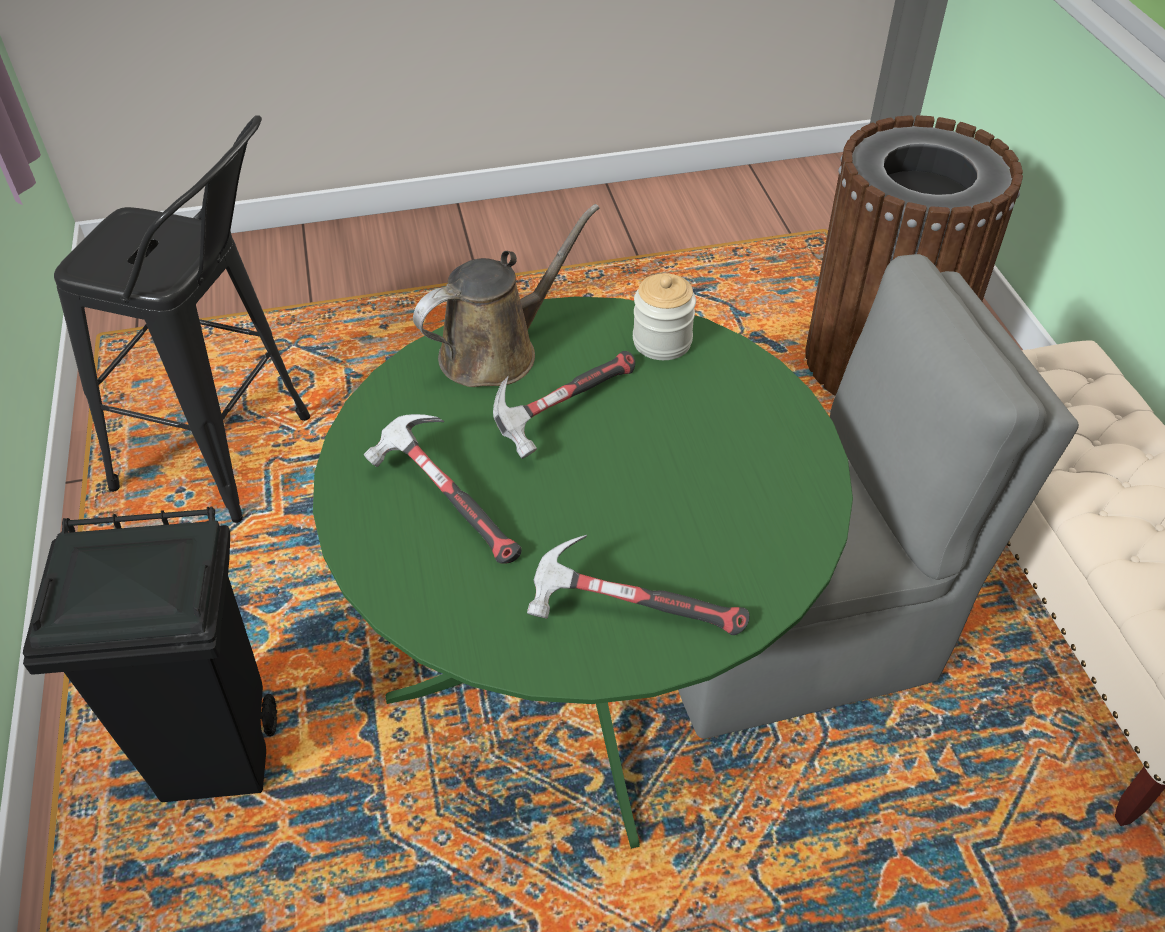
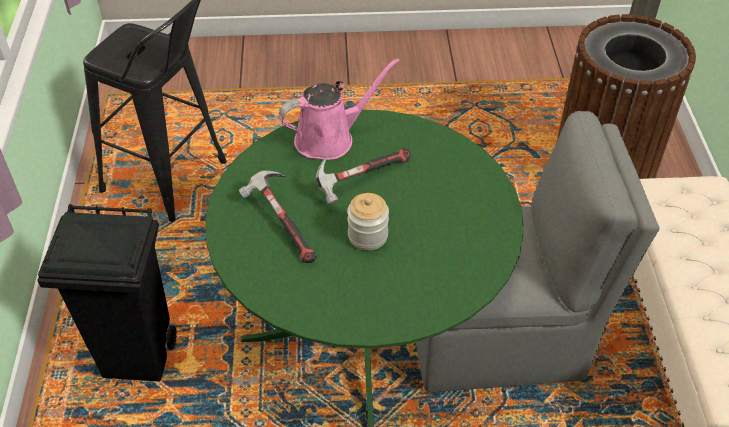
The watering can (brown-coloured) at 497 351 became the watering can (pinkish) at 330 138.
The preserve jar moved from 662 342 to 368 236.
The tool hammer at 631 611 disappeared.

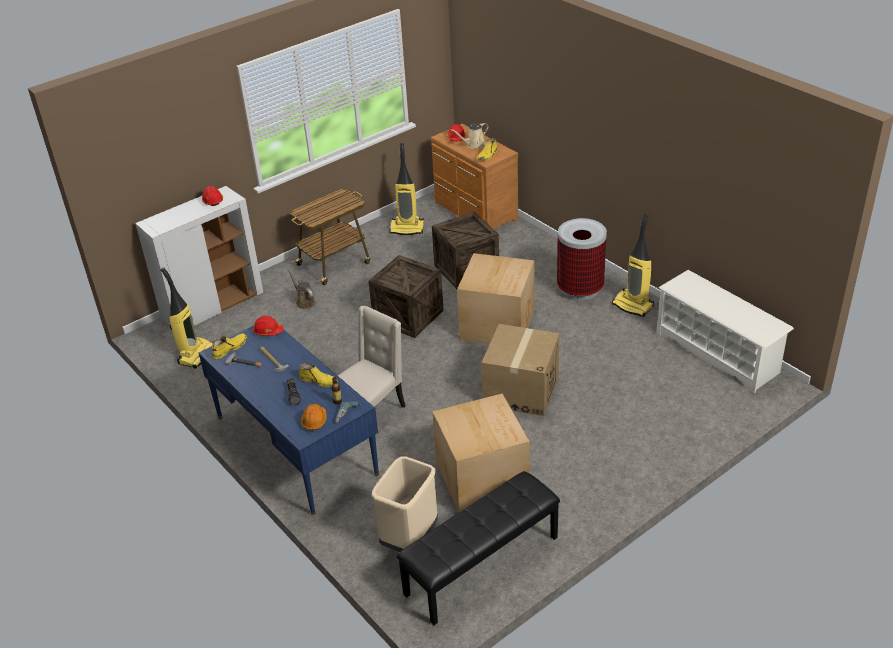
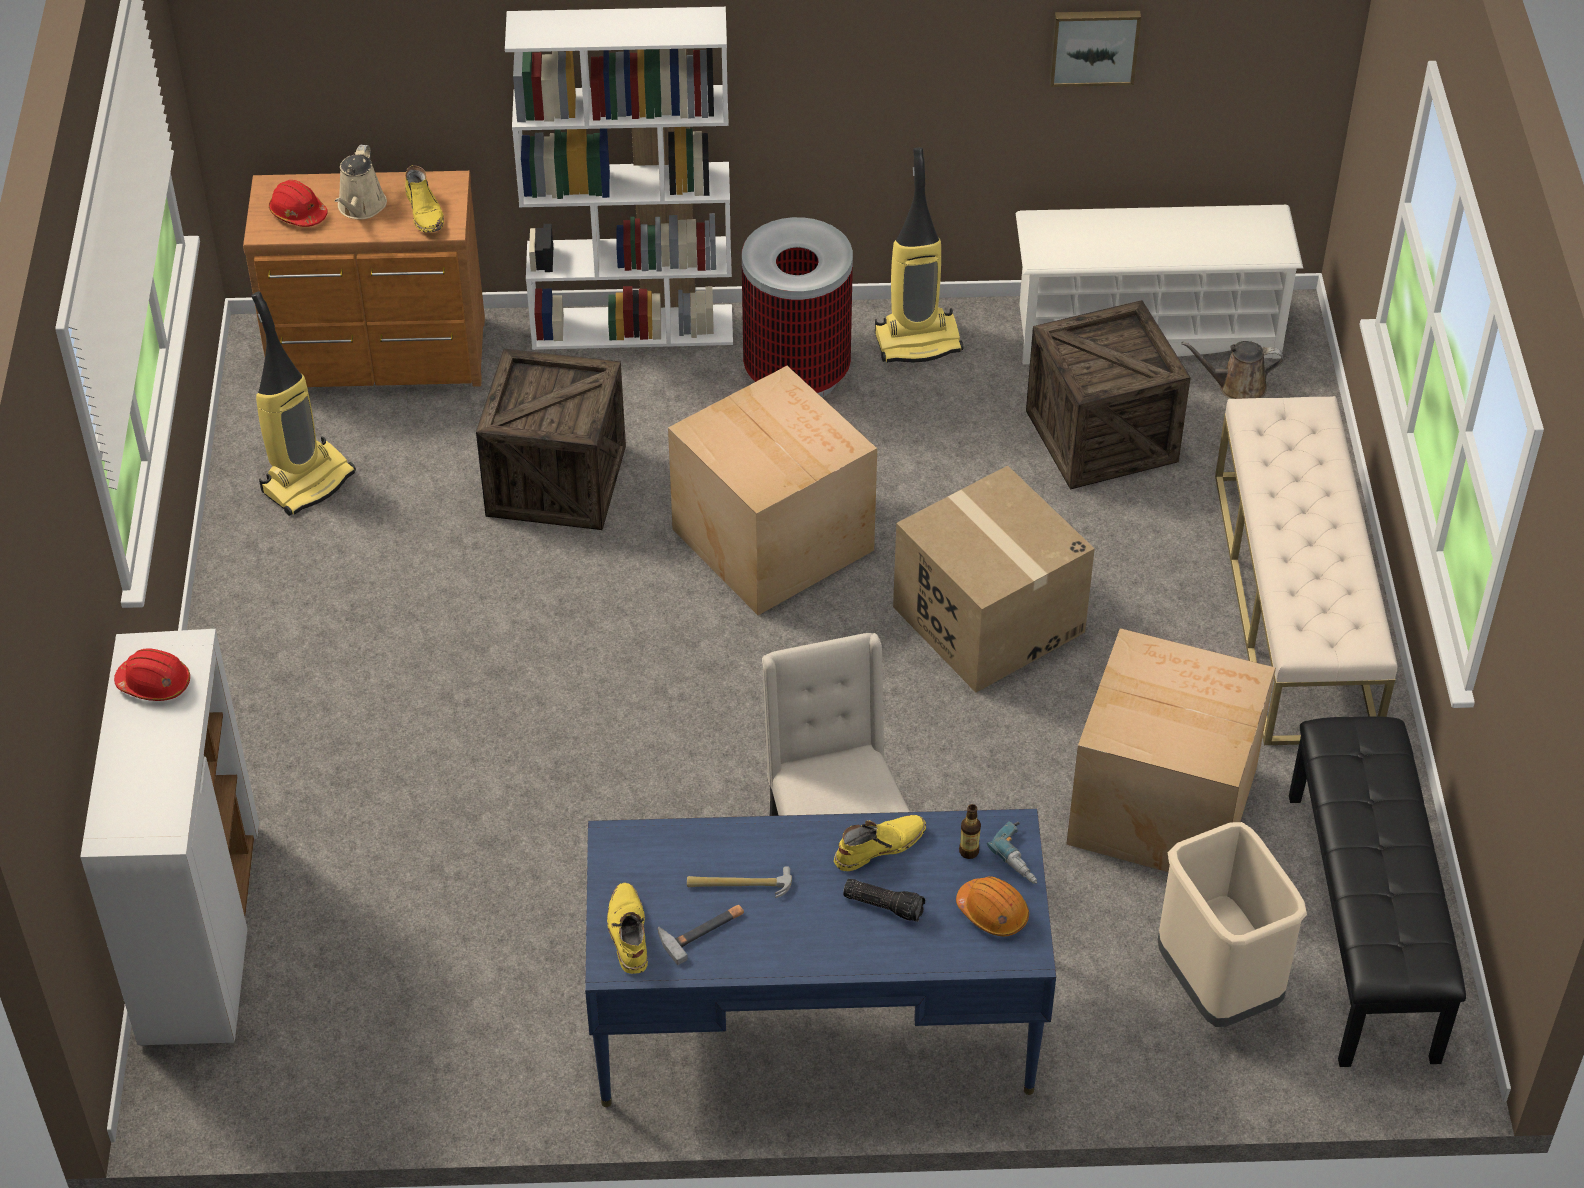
The bookshelf (whitish) at 633 327 appeared.
The crate moved from 408 316 to 1101 436.
The wall art at 1094 45 appeared.
The watering can (brown-coloured) moved from 304 301 to 1237 387.
The bench (sand-coloured) at 1294 604 appeared.
The vacuum at 196 355 disappeared.
The work helmet (red-coloured) at 268 331 disappeared.
The trolley at 335 263 disappeared.

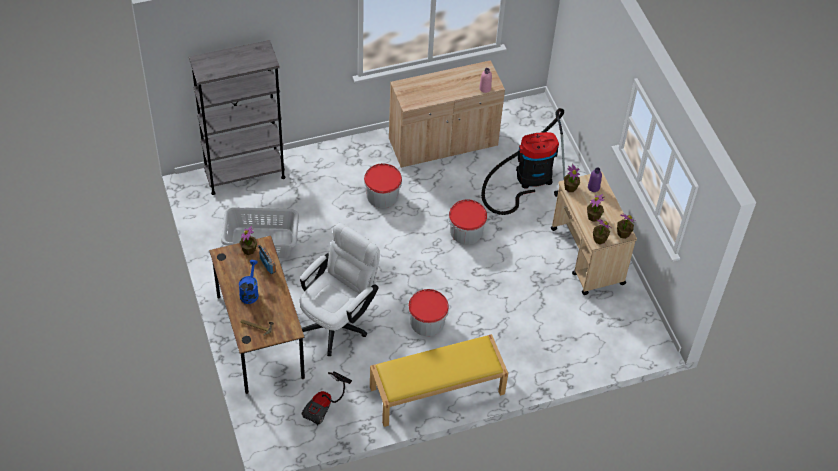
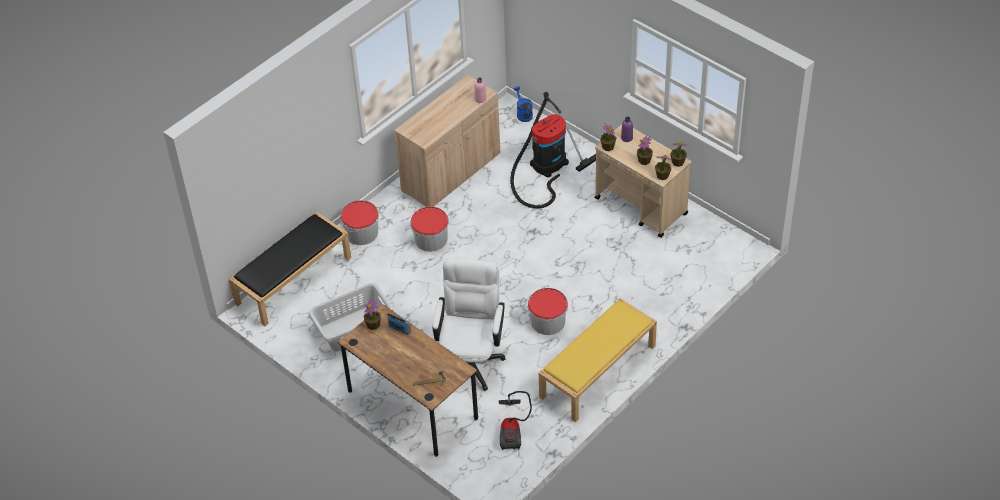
The bookshelf (grey) at 245 174 was replaced by the bench (blackish) at 293 279.
The bucket moved from 466 231 to 362 233.
The watering can (blue) moved from 249 292 to 523 114.

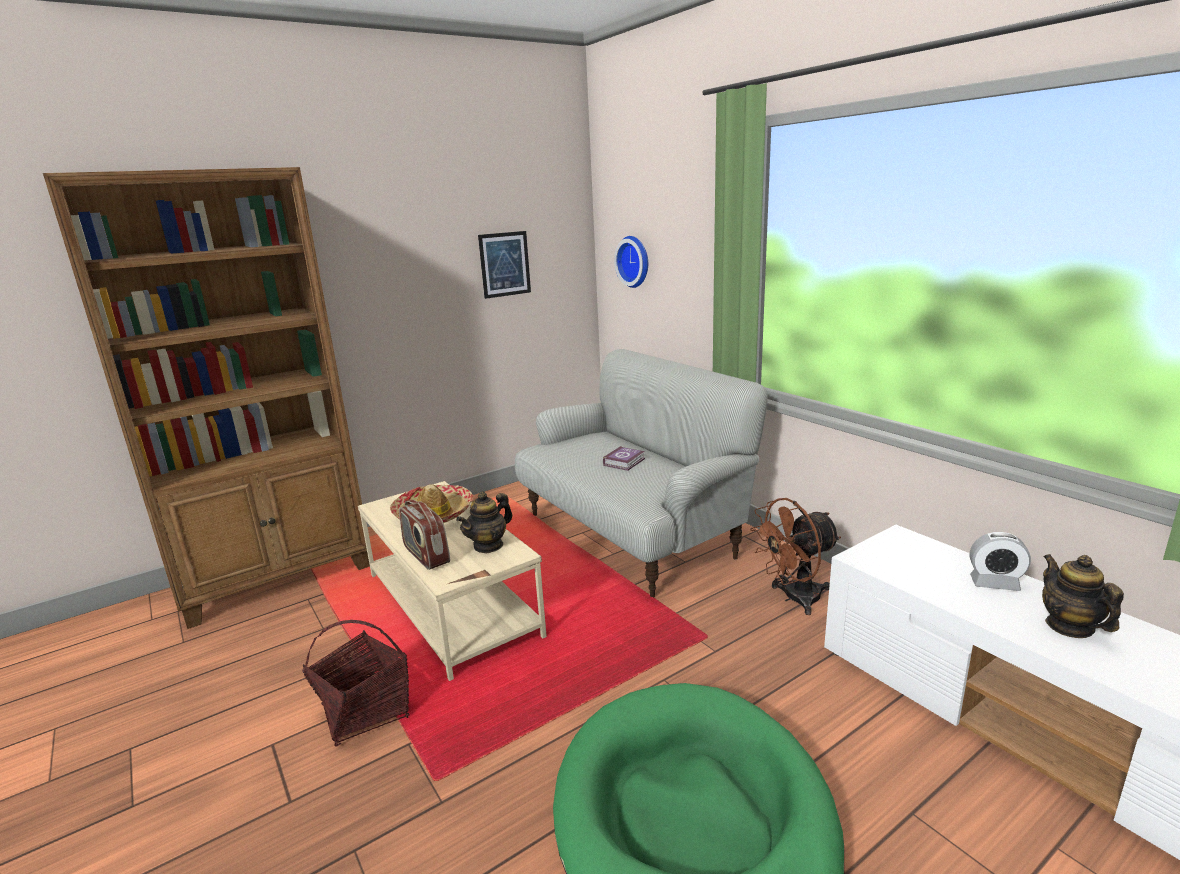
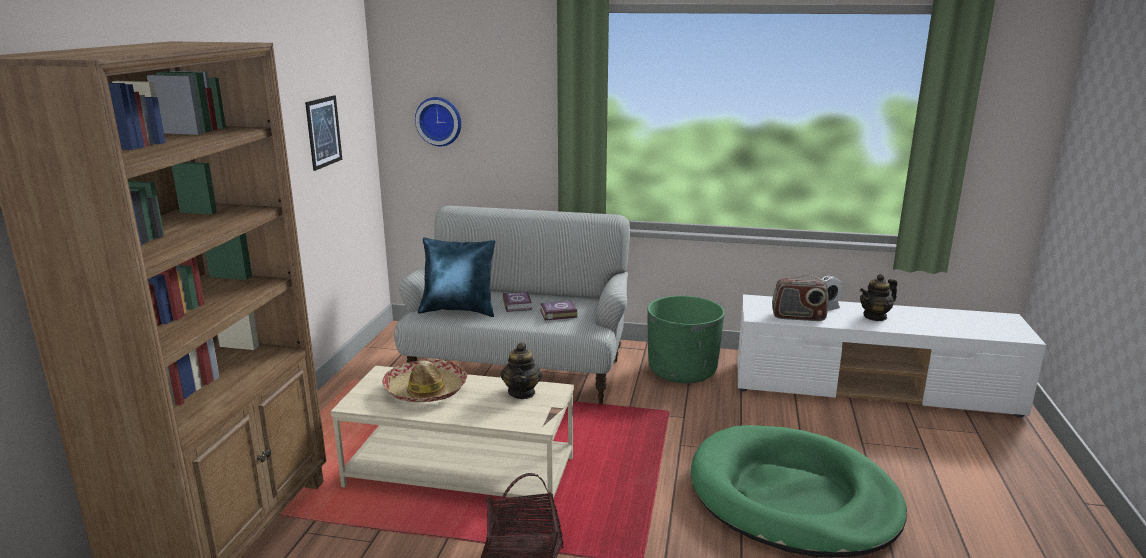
The pillow (blue) at 459 310 appeared.
The bound book at 557 313 appeared.
The fan (brown-coloured) at 794 598 was replaced by the plant pot (green) at 682 371.
The radio set moved from 426 555 to 798 317.
The tea pot at 1069 626 turned 60 degrees counterclockwise.

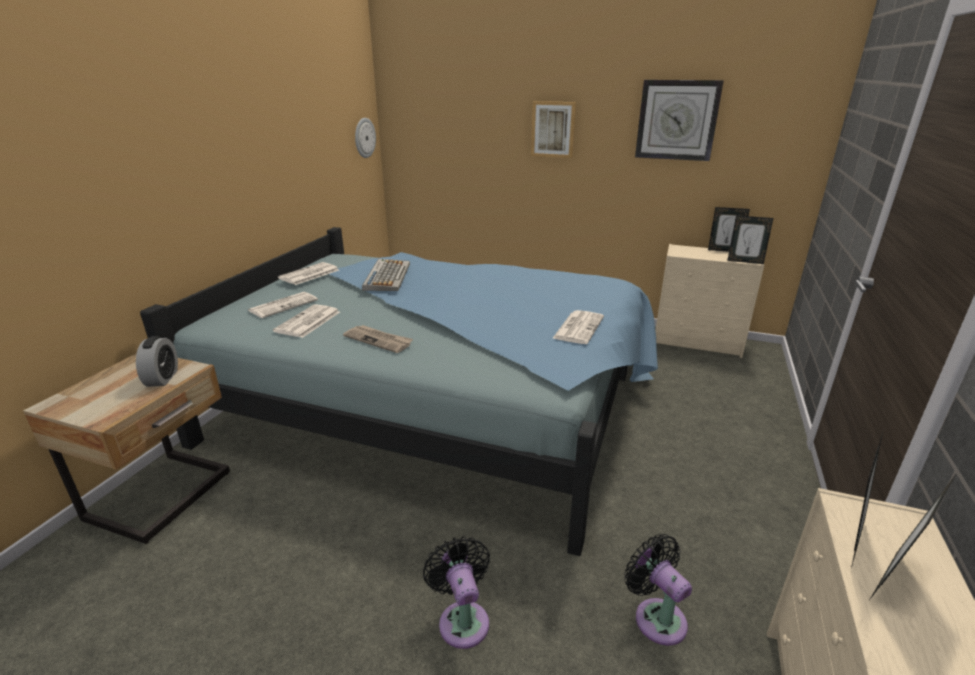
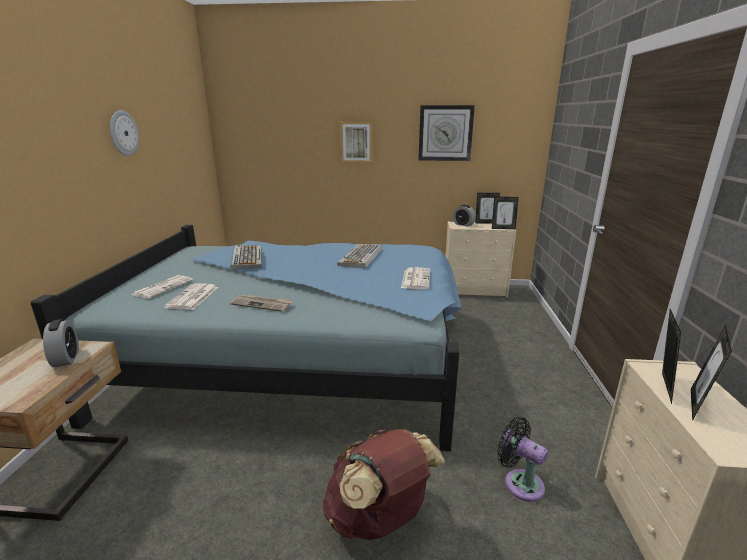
The hanging clock moved from 364 138 to 123 133.
The fan (blackish) at 462 619 was replaced by the knapsack (brown-coloured) at 379 518.
The keyboard at 361 257 appeared.
The alarm clock at 463 224 appeared.
The daily paper at 309 274 disappeared.

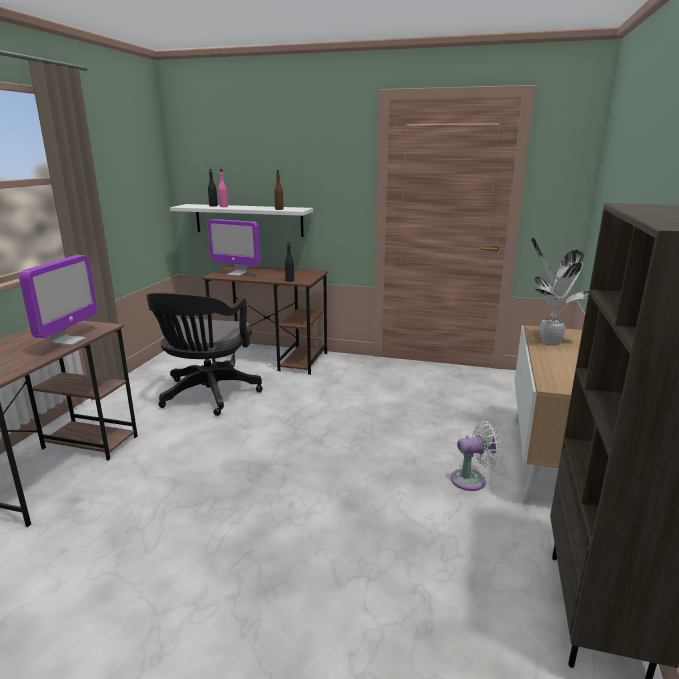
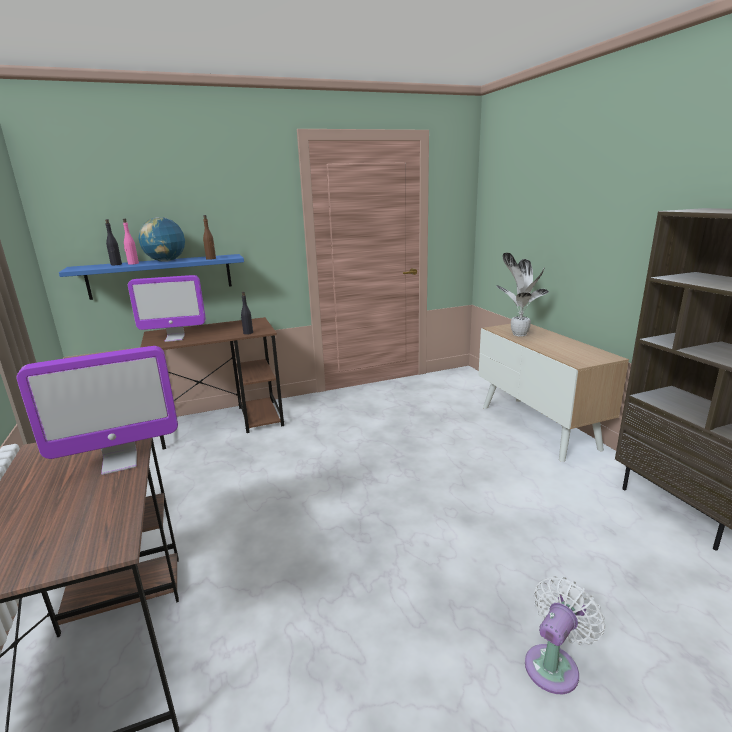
The monitor at 68 341 turned 90 degrees clockwise.
The bracket shelf (whitish) at 248 220 became the bracket shelf (blue) at 160 276.
The globe at 166 261 appeared.
The fan (whitish) moved from 472 480 to 554 664.
The office chair (blackish) at 207 395 disappeared.

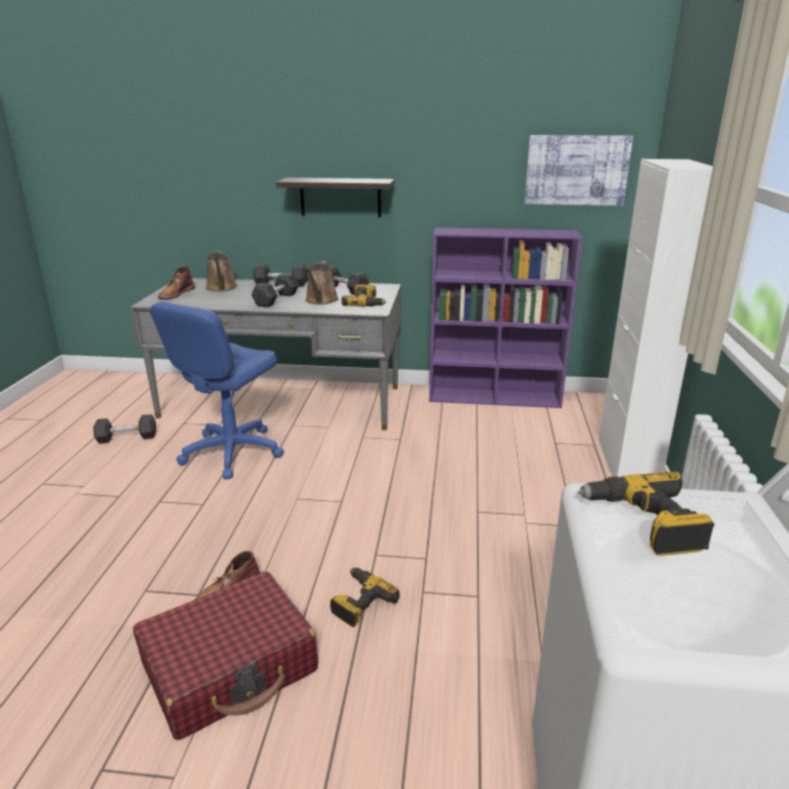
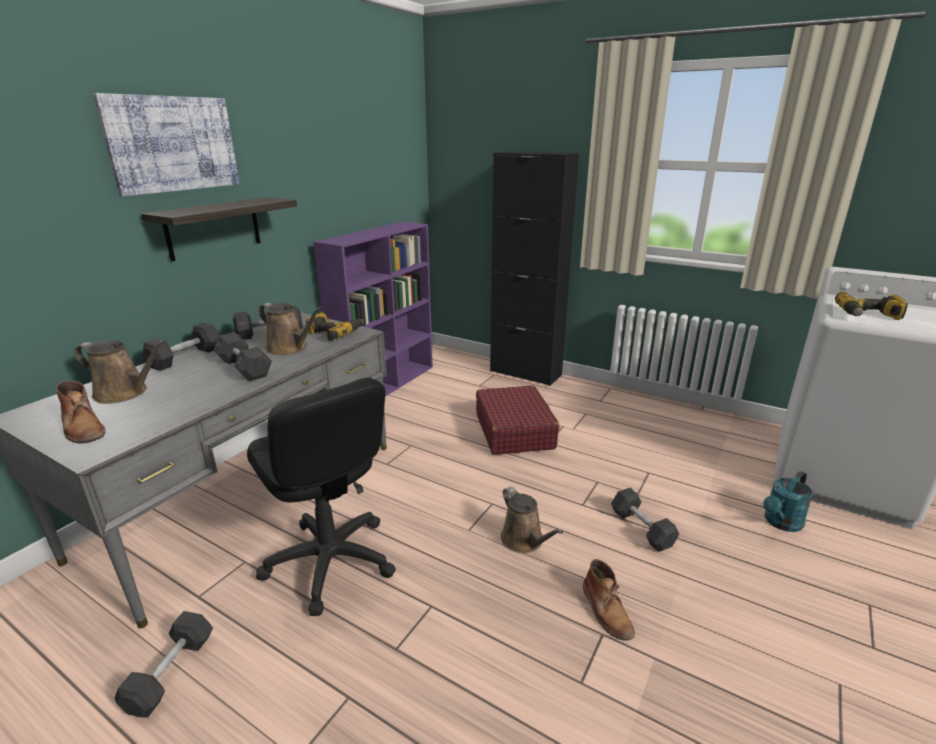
The wall art moved from 576 170 to 173 144.
The office chair (blue) at 231 452 became the office chair (blackish) at 330 561.
The travel case (red-coloured) moved from 230 667 to 514 431.
The cupboard (whitish) at 627 463 became the cupboard (blackish) at 525 373.
The watering can (brown-coloured) at 524 541 appeared.
The electric drill at 359 602 was replaced by the dumbbell (grey) at 641 528.
The watering can (turquoise) at 780 523 appeared.

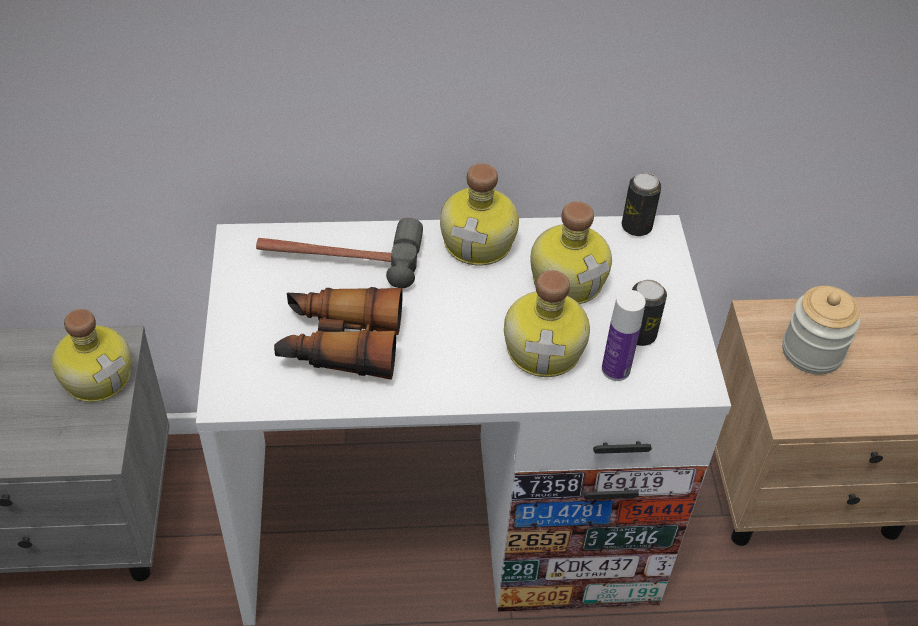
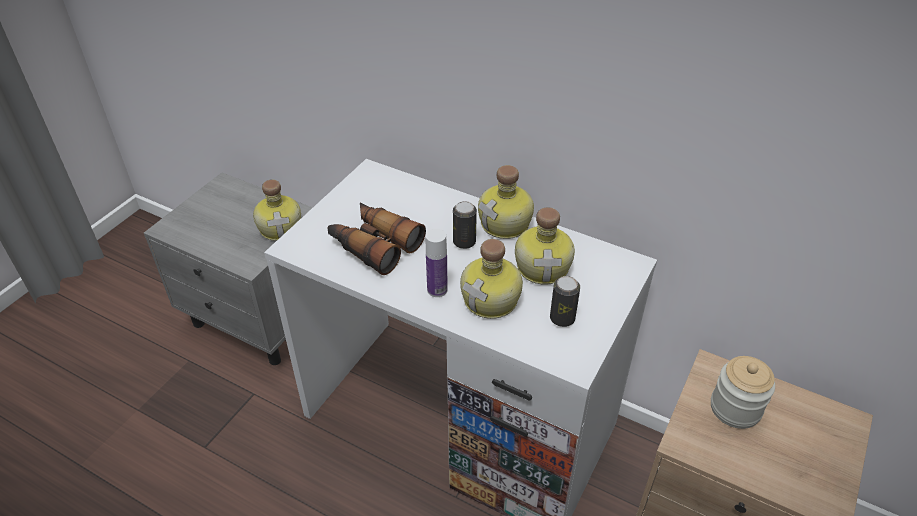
The beverage bottle moved from 615 369 to 437 290.
The metal can moved from 636 227 to 464 242.
The tool hammer at 339 257 disappeared.

